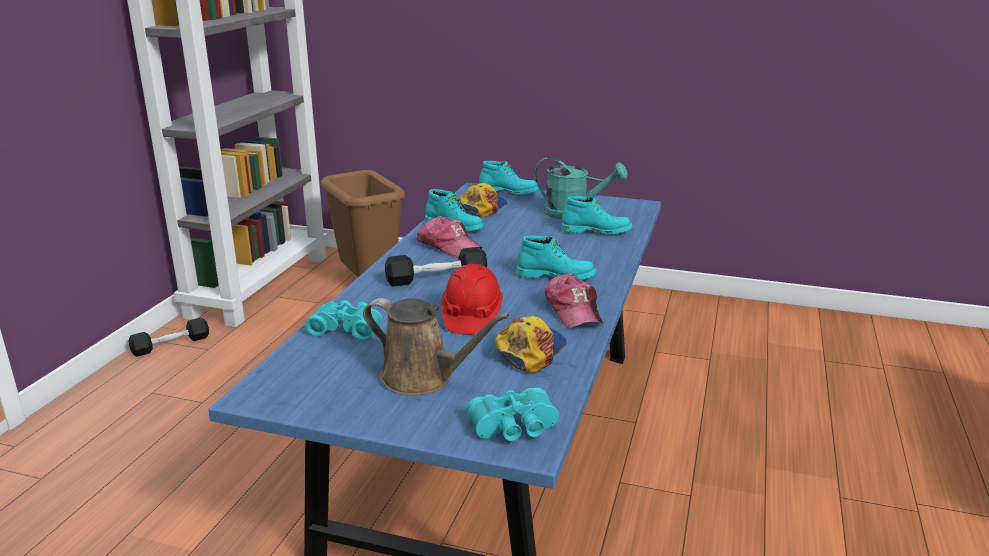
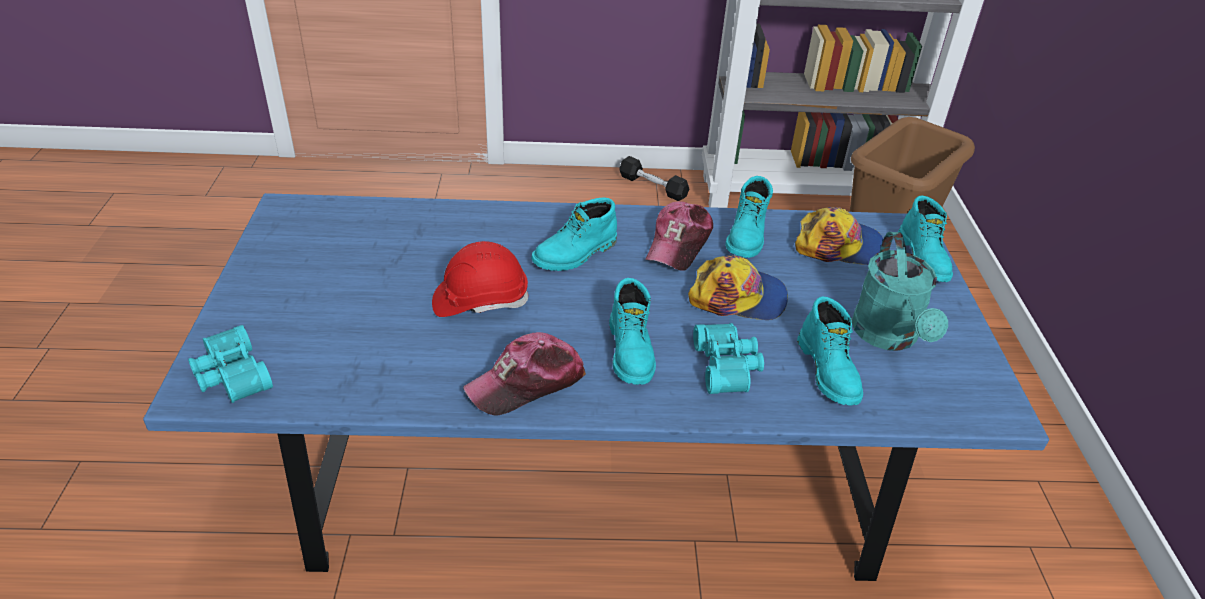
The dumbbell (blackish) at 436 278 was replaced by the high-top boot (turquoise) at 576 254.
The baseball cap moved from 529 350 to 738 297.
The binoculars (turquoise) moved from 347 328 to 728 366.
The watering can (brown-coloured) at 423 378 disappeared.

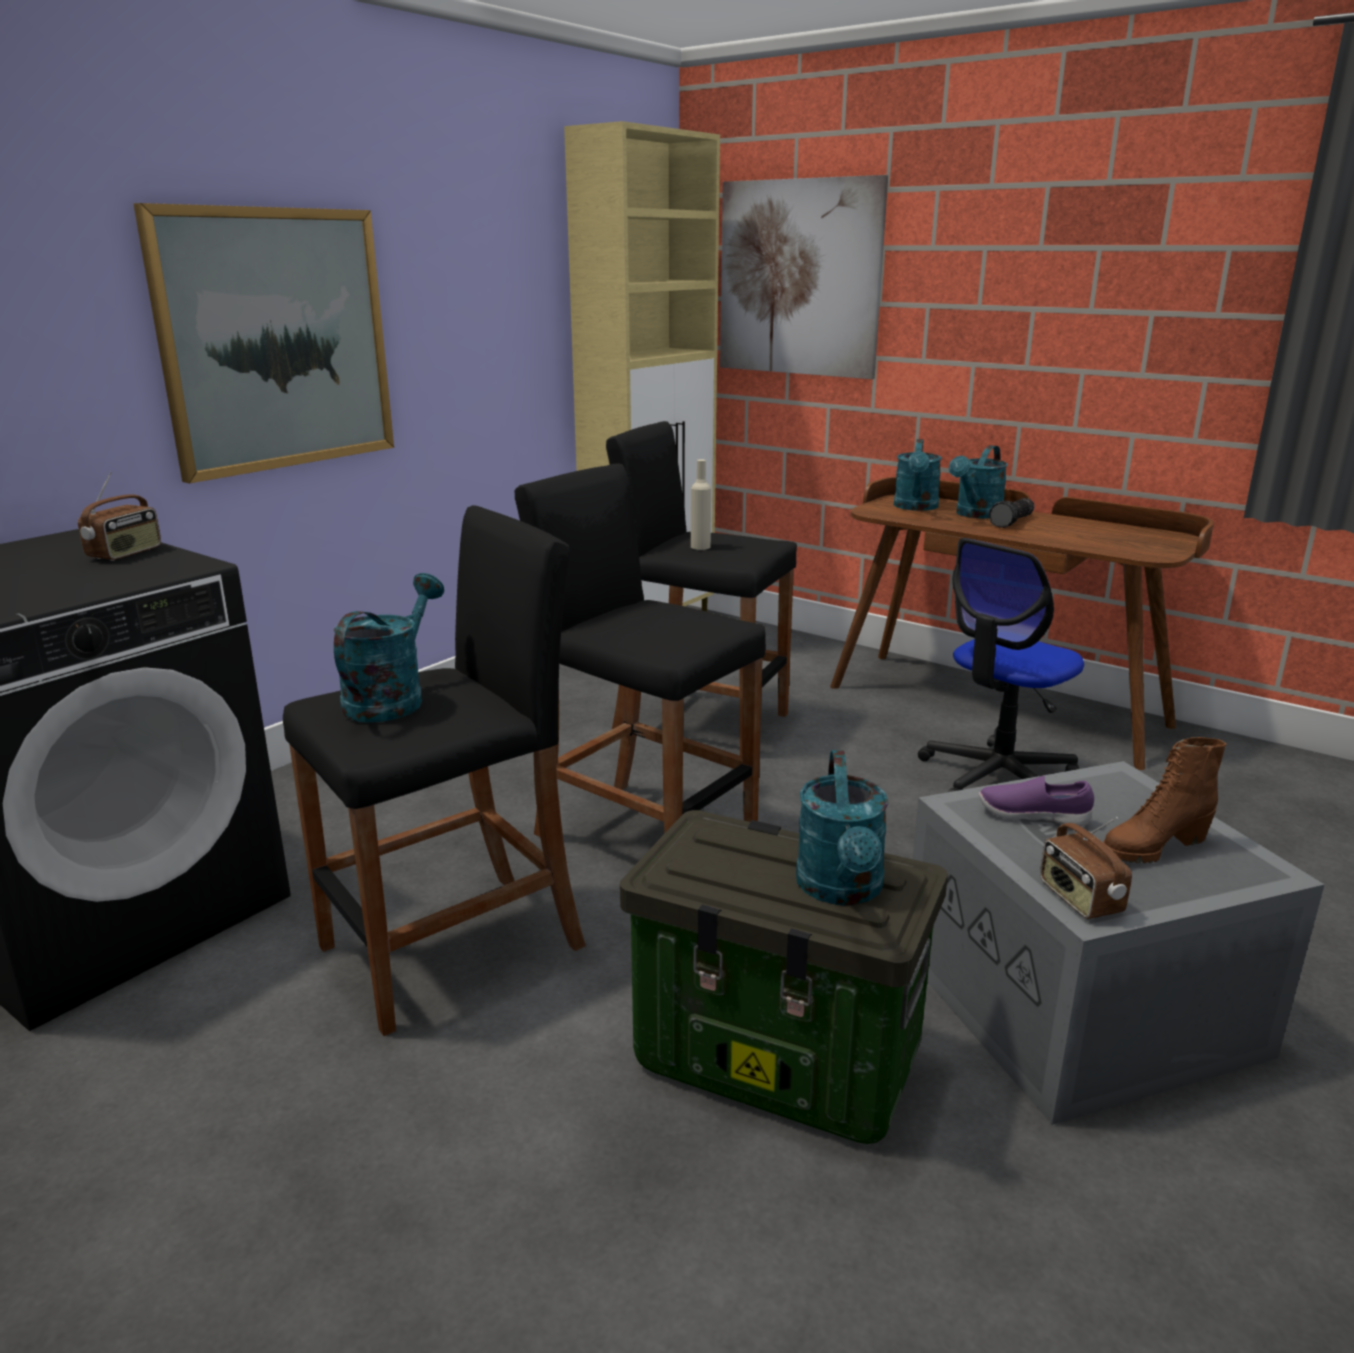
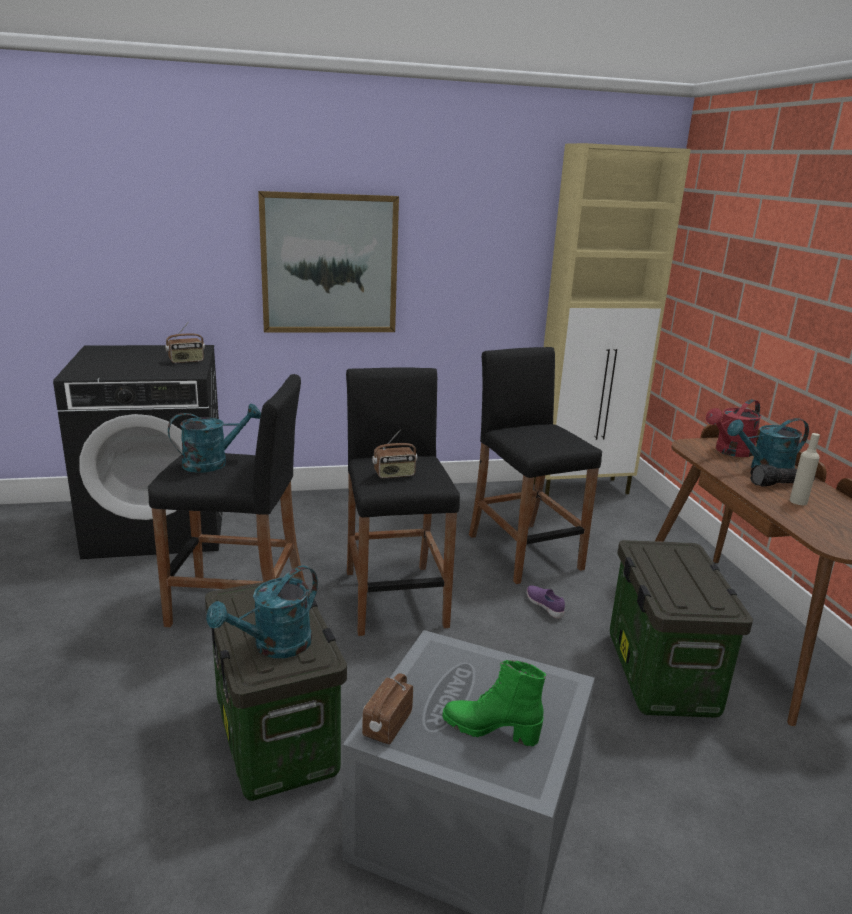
The radio set at 394 475 appeared.
The high-top boot (brown-coloured) at 1152 848 became the high-top boot (green) at 490 729.
The shoe (purple-coloured) moved from 1032 817 to 545 606.
The office chair at 998 778 was replaced by the storage box at 658 673.
The watering can (turquoise) at 916 507 became the watering can (red-coloured) at 730 452.
The beverage bottle (sand-coloured) moved from 700 547 to 798 501.
The wall art at 799 278 disappeared.

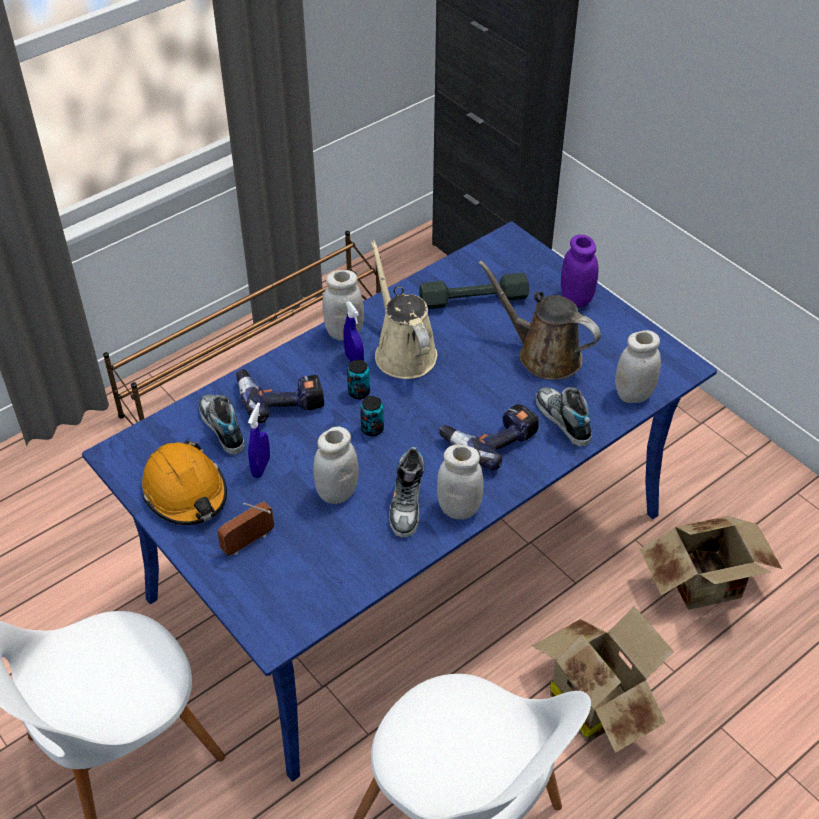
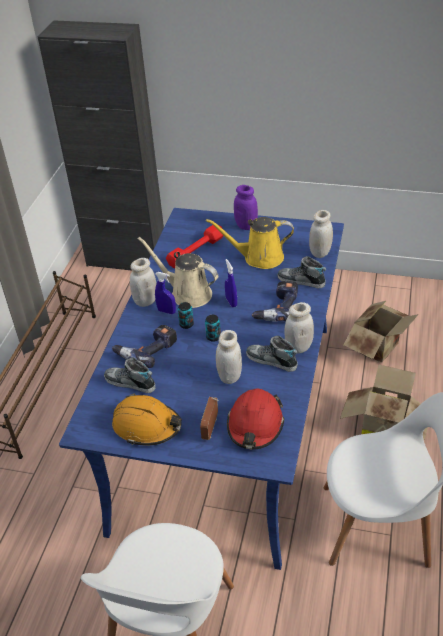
The dumbbell (grey) at 473 299 became the dumbbell (red-coloured) at 196 251.
The watering can (brown-coloured) at 544 354 became the watering can (yellow) at 259 258.
The spray bottle (blue) moved from 261 467 to 231 302.
The work helmet (red-coloured) at 255 425 appeared.
The shoe at 407 505 turned 150 degrees clockwise.

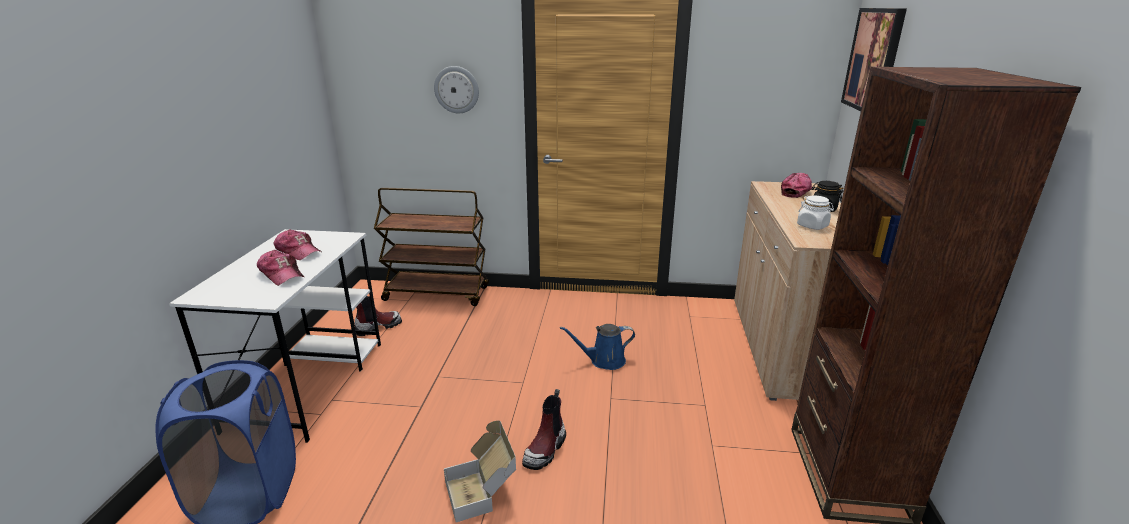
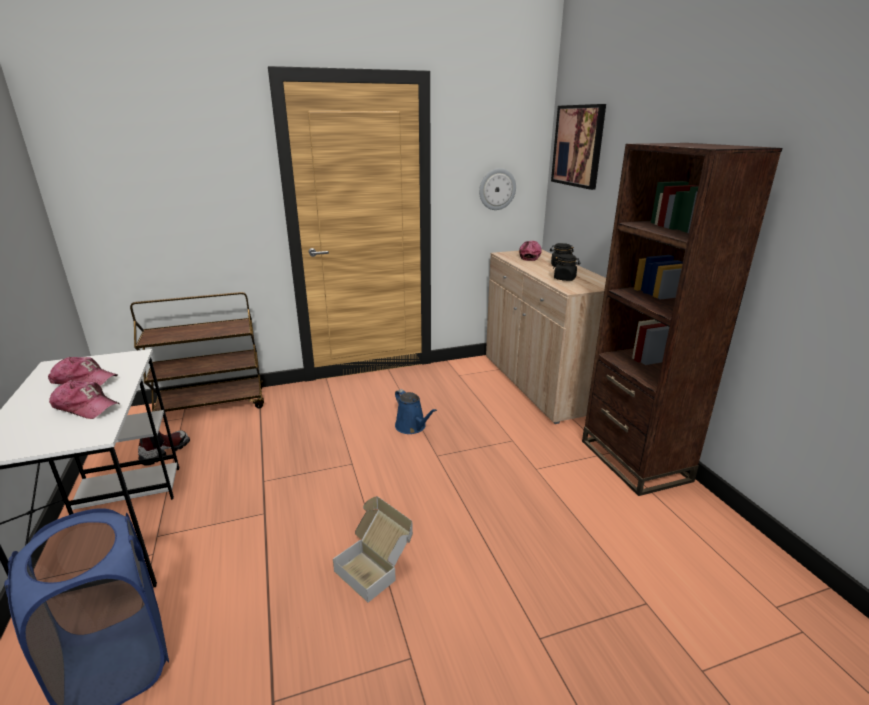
The watering can (blue) at 604 361 turned 90 degrees counterclockwise.
The hanging clock moved from 456 89 to 497 189.
The preserve jar (whitish) at 812 226 became the preserve jar (blackish) at 565 278.
The high-top boot at 545 449 disappeared.

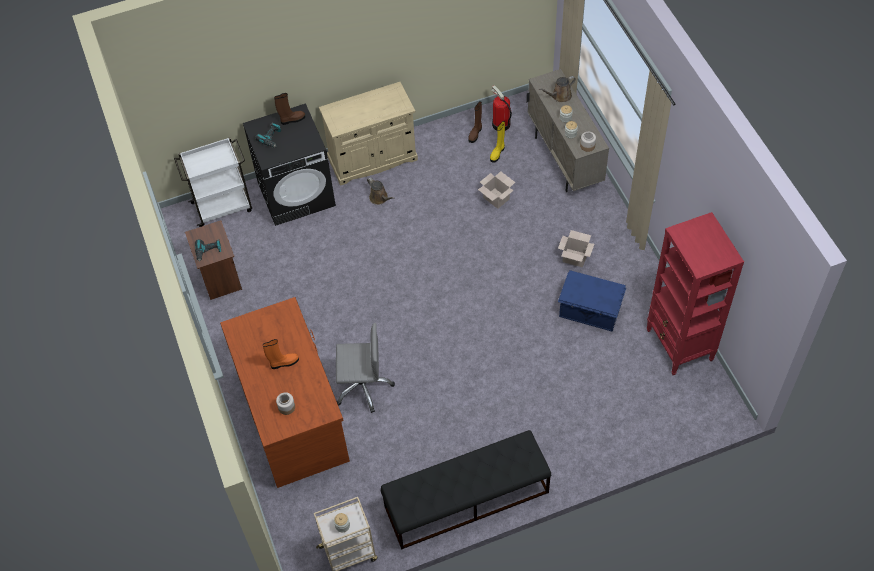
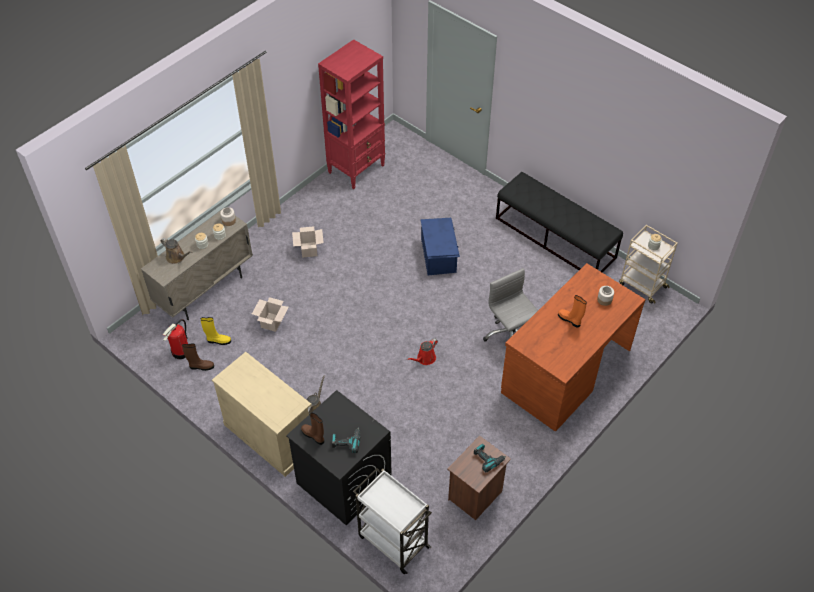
The watering can (red-coloured) at 425 359 appeared.
The storage box (blue) moved from 590 311 to 439 255.

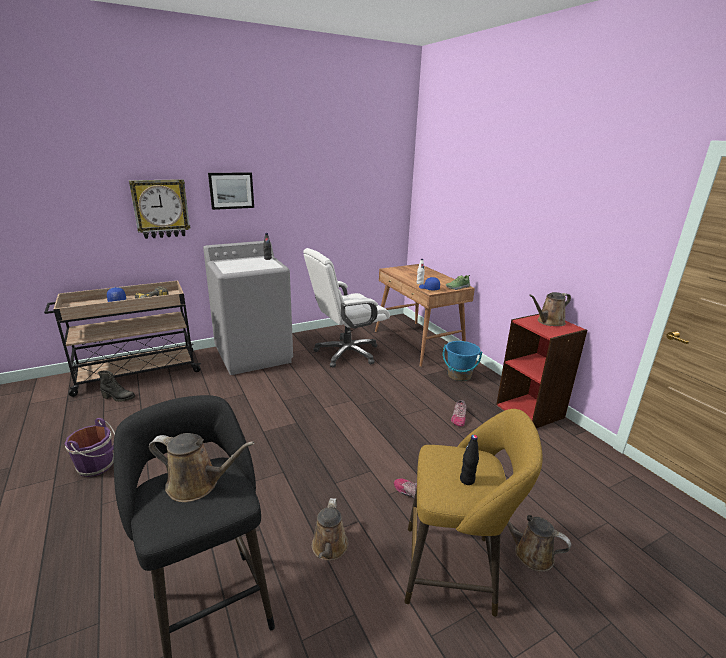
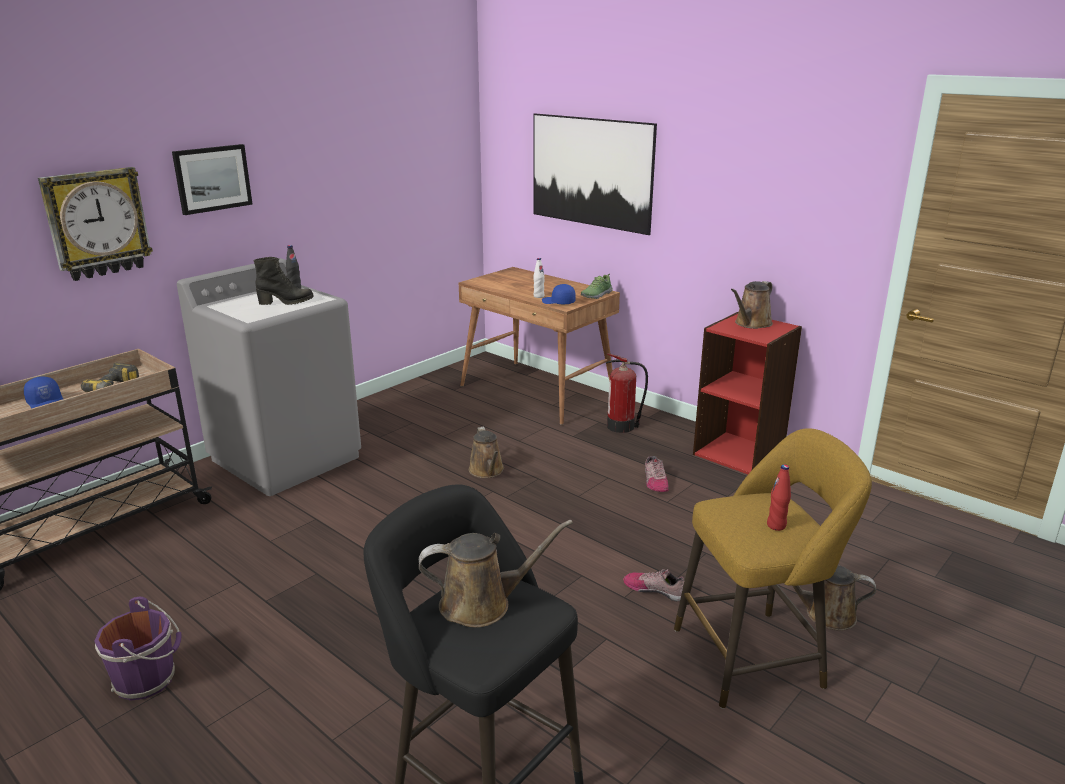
The high-top boot (blackish) moved from 118 398 to 286 302.
The watering can (brown-coloured) moved from 329 548 to 487 471.
The wall art at 591 172 appeared.
The bucket (blue) at 459 375 was replaced by the fire-fighting cylinder at 622 426.
The beverage bottle (blackish) at 467 480 became the beverage bottle (red-coloured) at 776 525.
The office chair (whitish) at 346 353 disappeared.

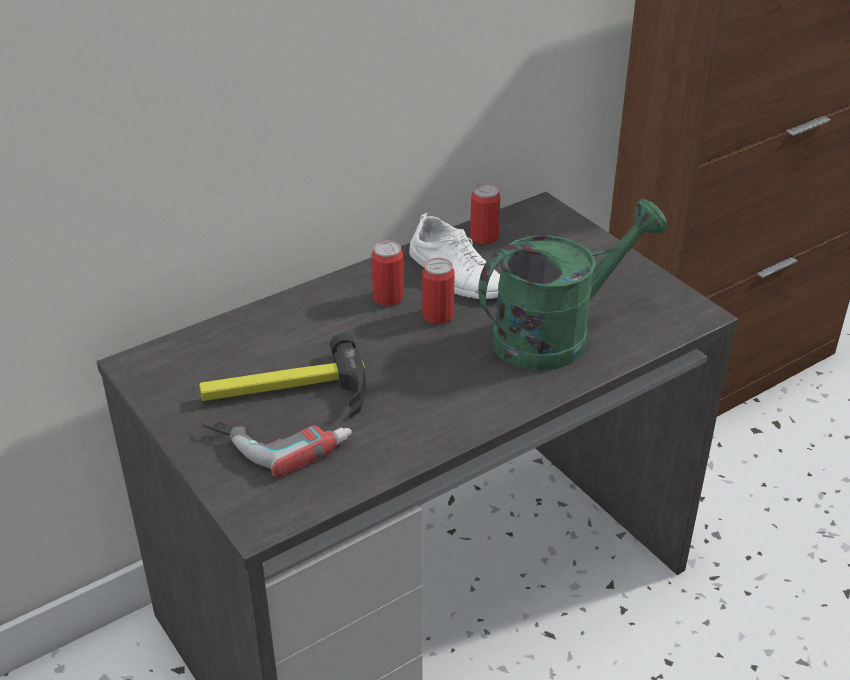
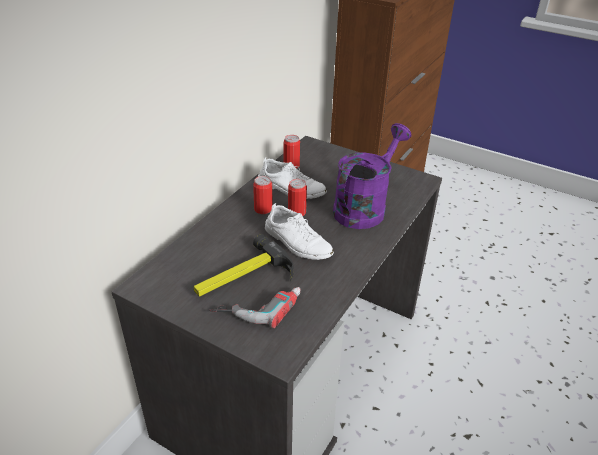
The shoe (whitish) at 297 242 appeared.
The watering can (green) at 556 335 became the watering can (purple-coloured) at 364 207.

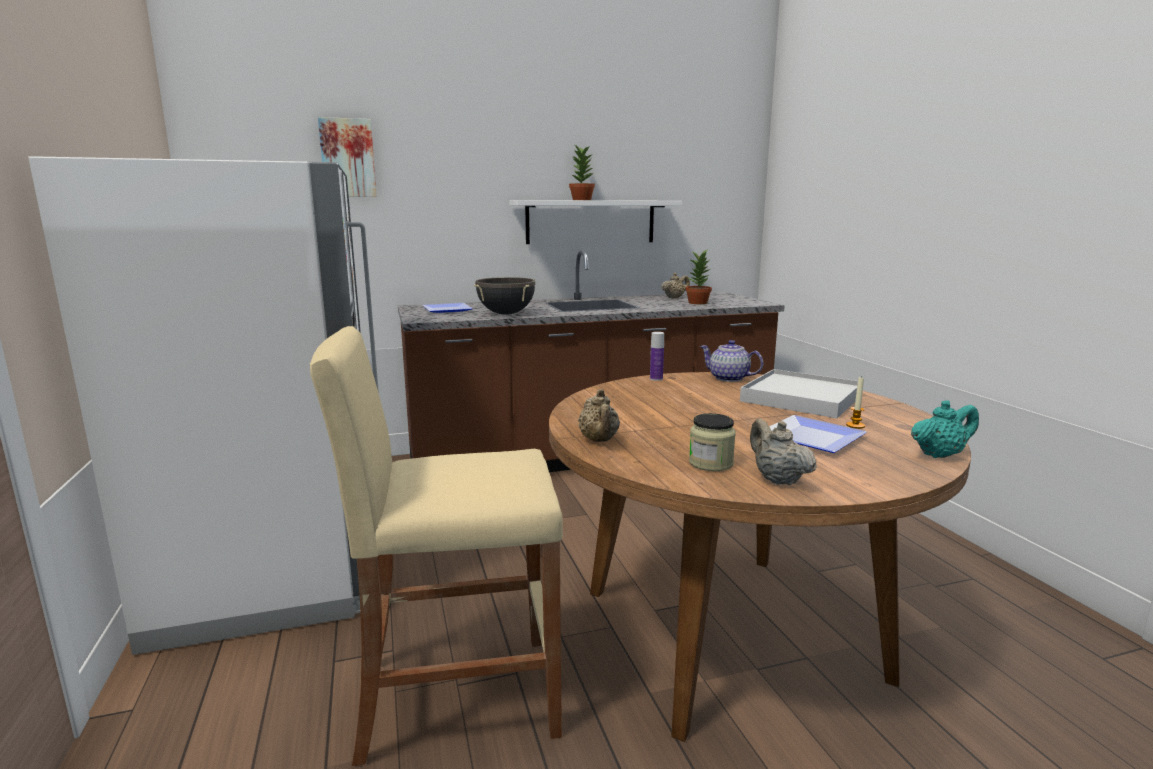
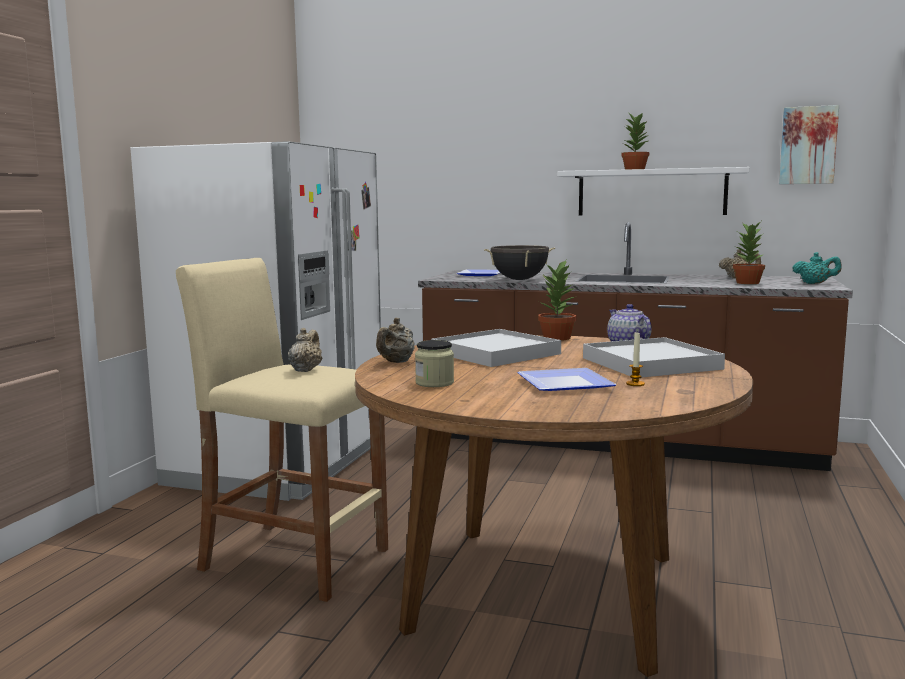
The tea pot (sand-coloured) moved from 777 479 to 306 370.
The serving tray (whitish) at 495 353 appeared.
The beverage bottle at 656 379 was replaced by the plant in a pot at 557 338.
The wall art moved from 348 158 to 808 145.
The tea pot (turquoise) moved from 940 455 to 815 283.

